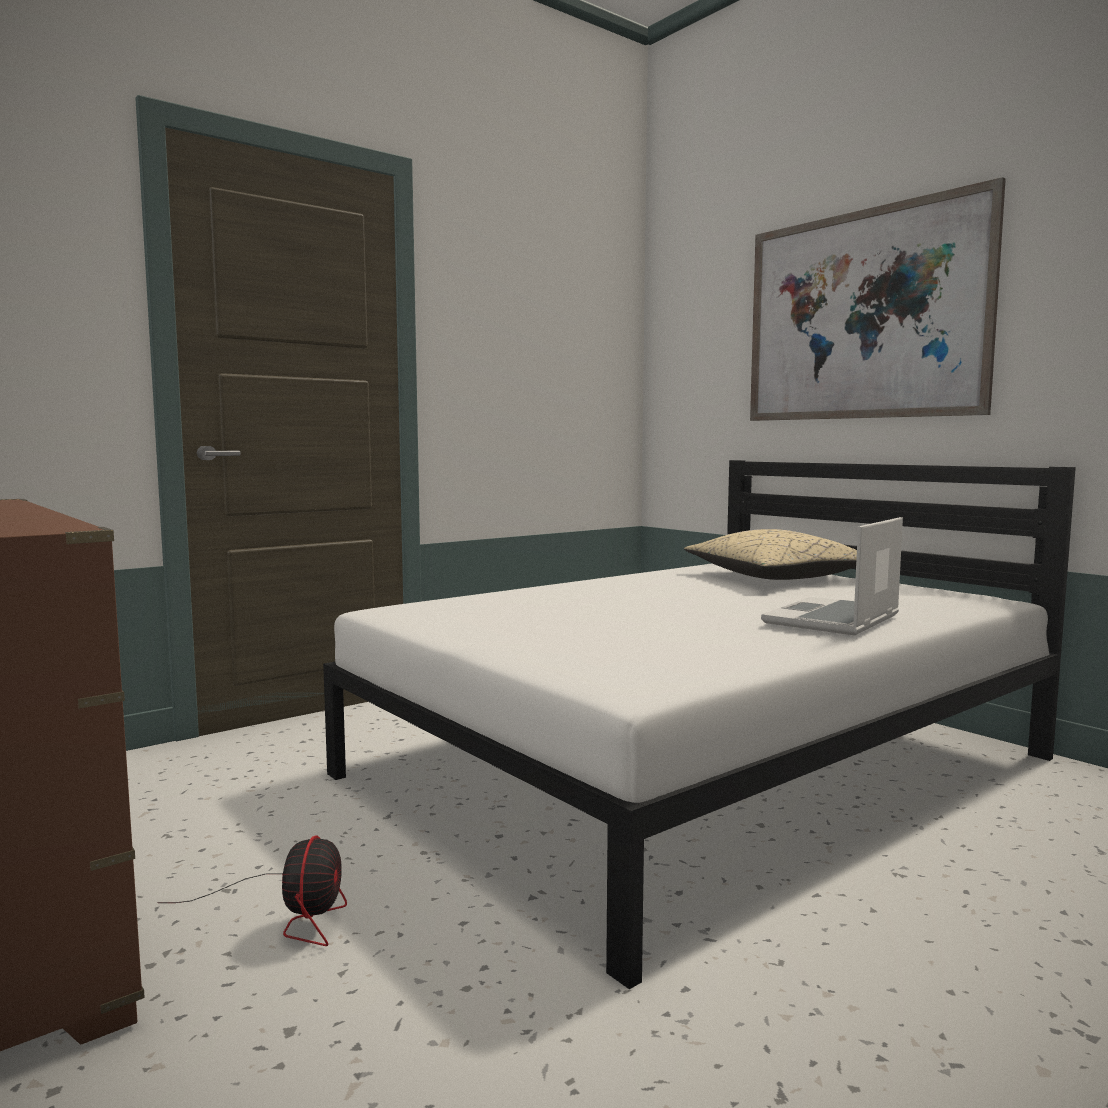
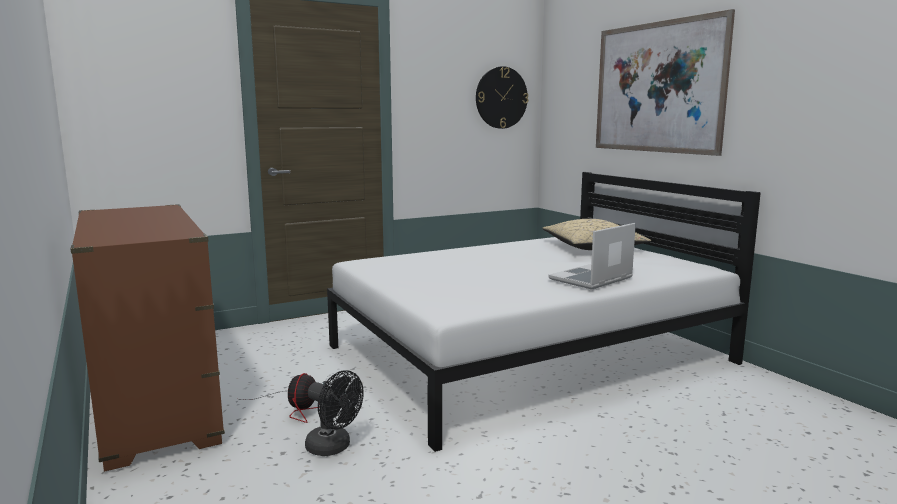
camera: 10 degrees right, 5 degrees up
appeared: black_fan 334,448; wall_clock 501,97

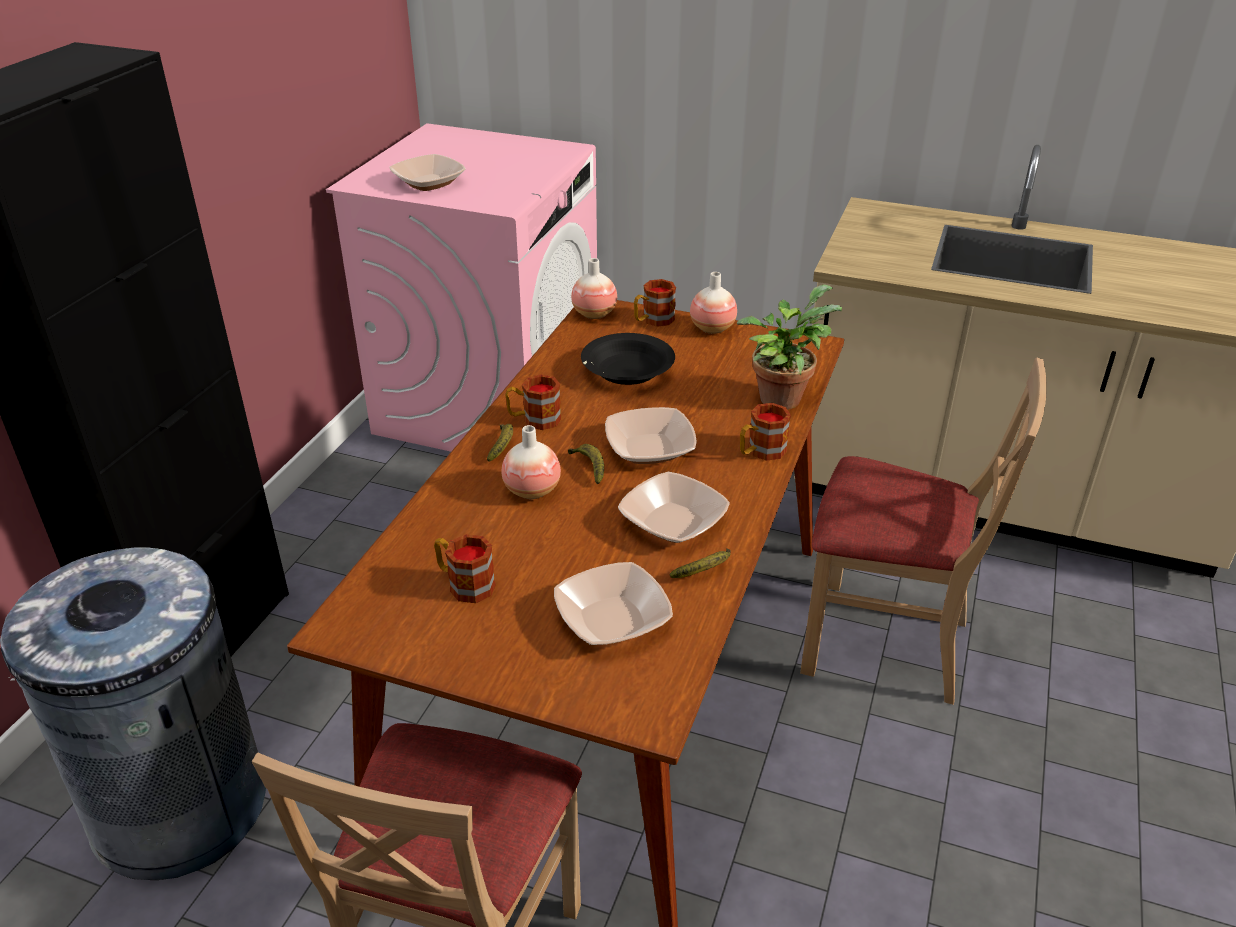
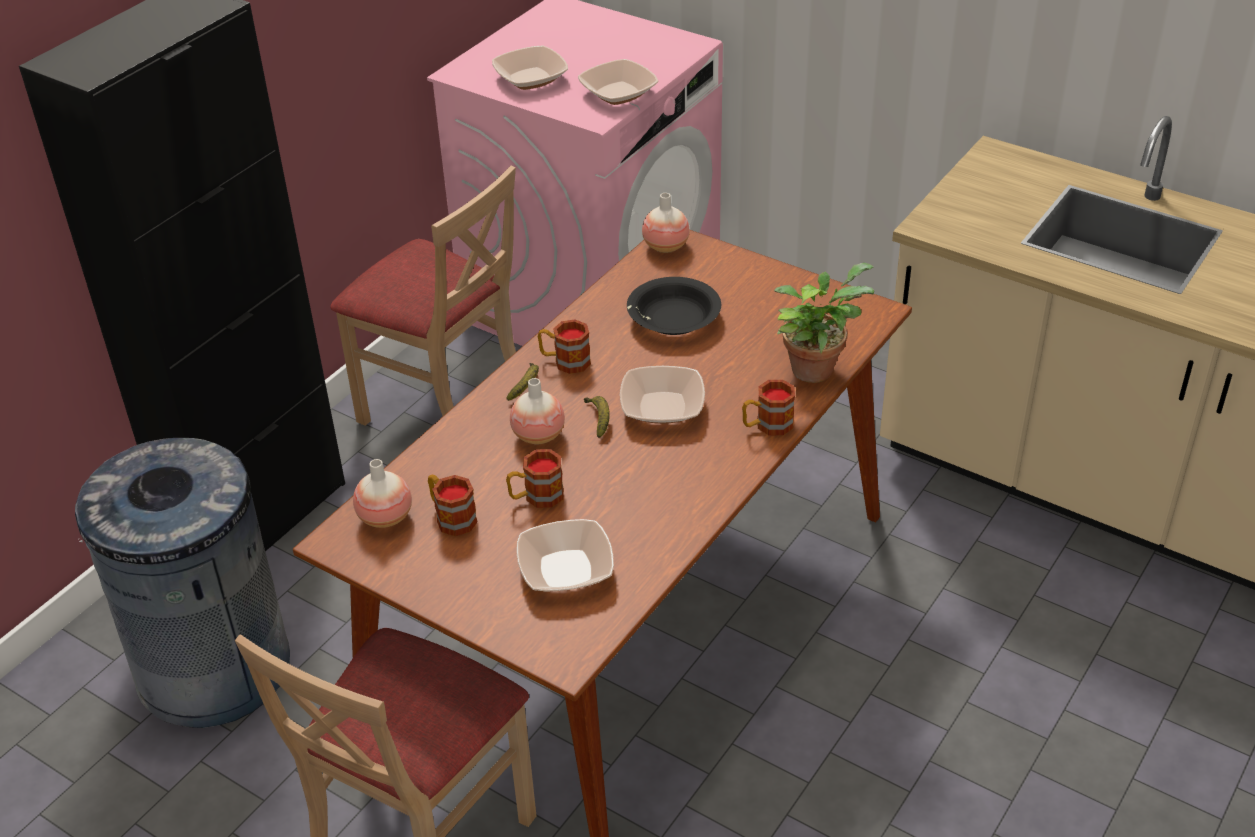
camera: 15 degrees right, 5 degrees up
missing: banana 705,571
relocated: bowl 673,522 to 618,93; coffee_mug 653,320 to 536,497; flower_vase 712,328 to 385,517; beige_plain_chair 885,643 to 444,409

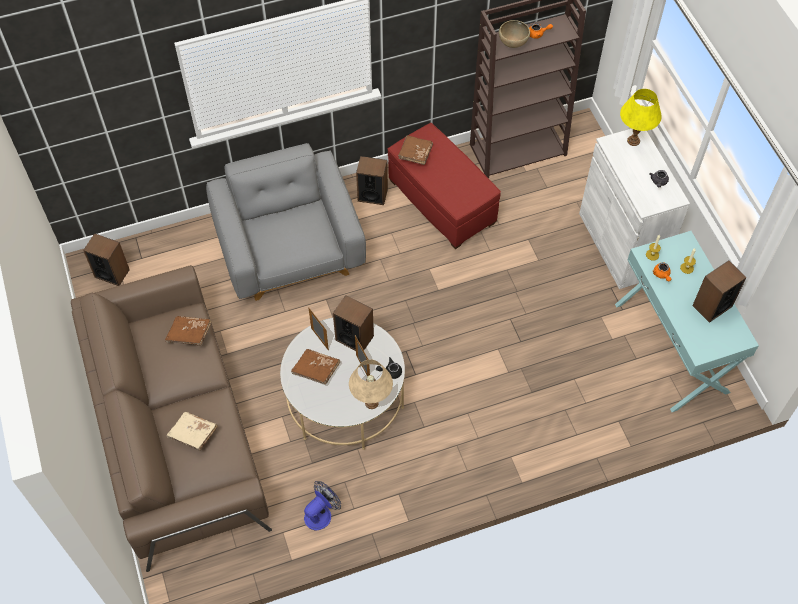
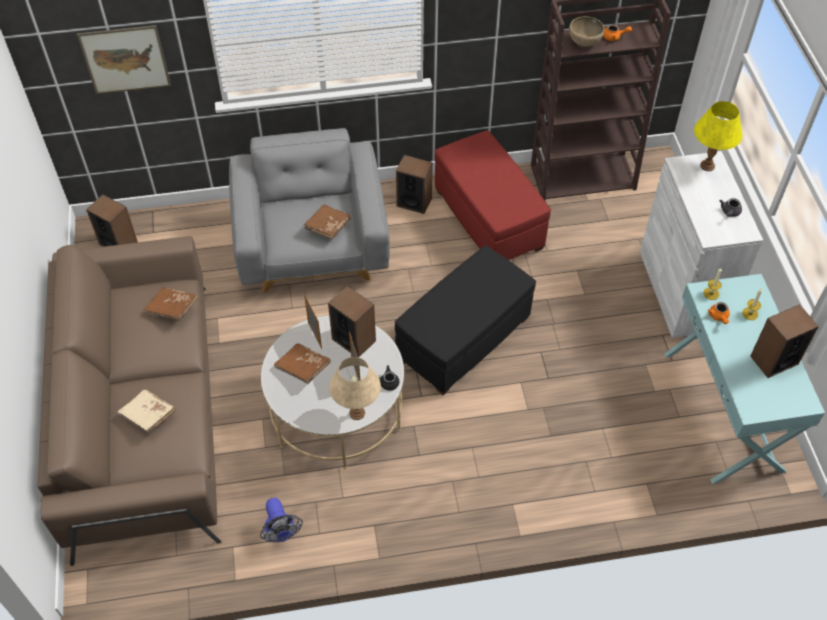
camera: 10 degrees right, 5 degrees down
appeared: wall_art 125,59; black_pouffe 463,338
relocated: brown_book 415,154 to 328,227
spun: fan 321,513 = 281,533 105 degrees clockwise

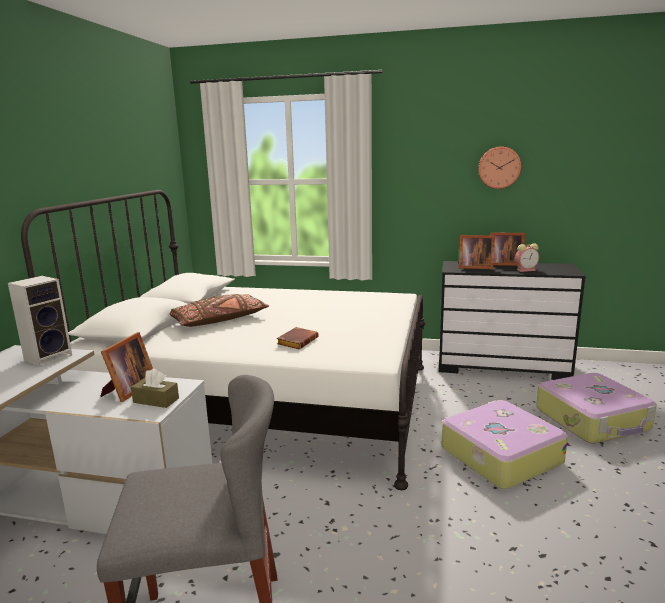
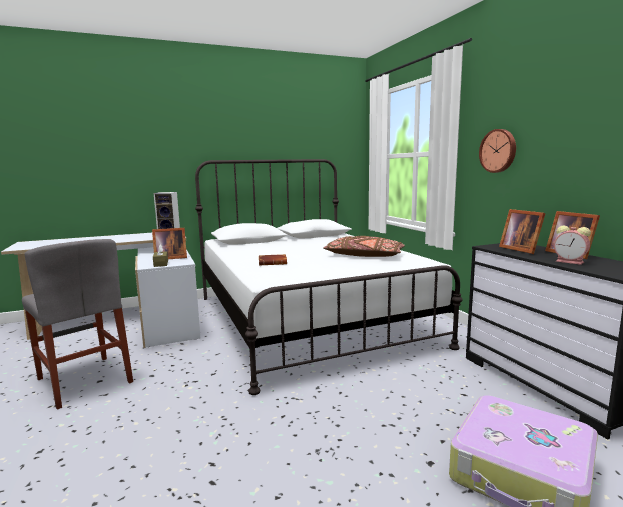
camera: 55 degrees right, 5 degrees down
missing: piece_of_luggage 499,455
relocated: brown_pillow 219,320 to 364,256; wall_clock 499,167 to 498,151

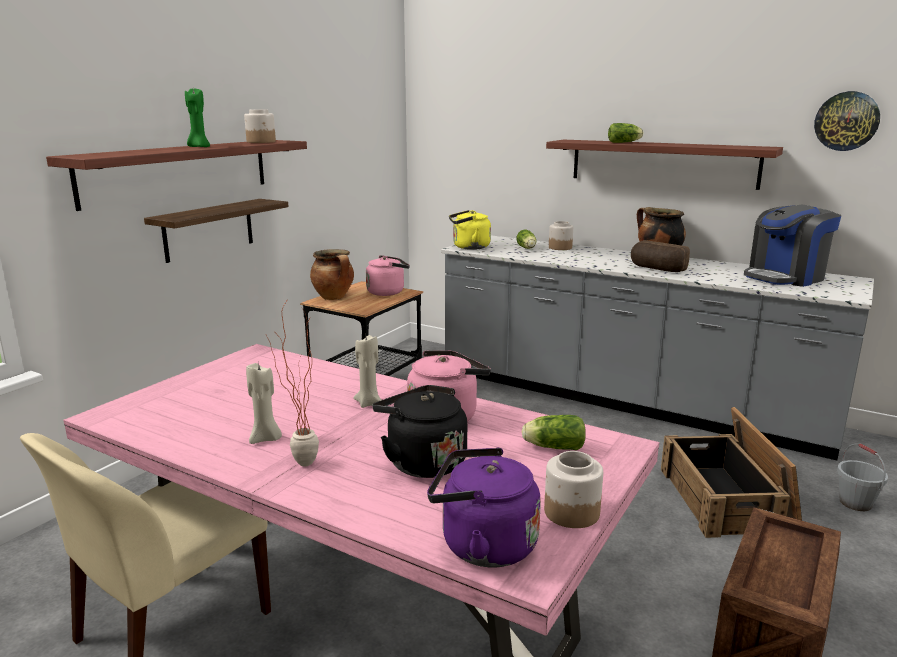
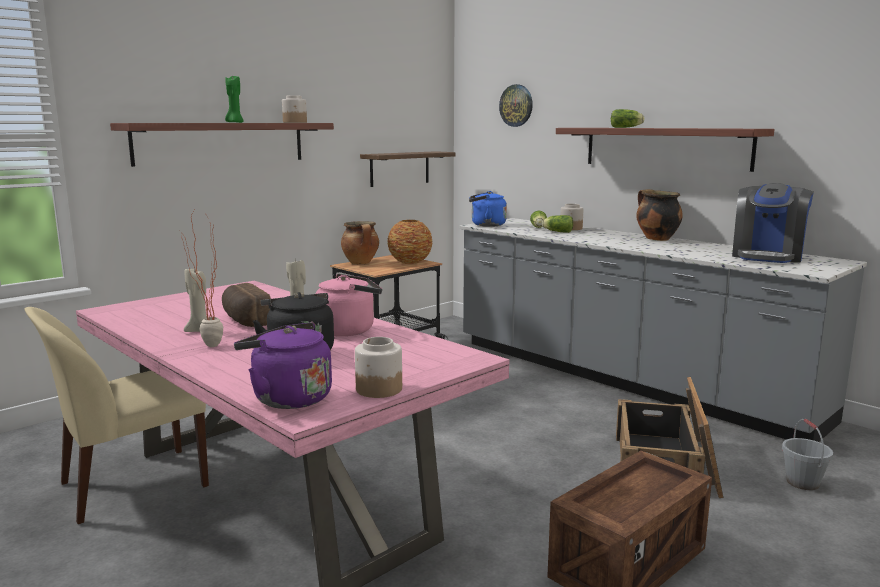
camera: 15 degrees right, 5 degrees down
relocated: shelf 209,230 to 400,168; head_of_lettuce 552,447 to 557,232; bakery_bread 657,269 to 244,320; wall_clock 846,121 to 516,105
exchanged: pink-coloured_tea_kettle 388,292 to flower_vase 410,262
colour: yellow_tea_kettle 469,247 to bluish_tea_kettle 486,225
spun: coffee_brewer 785,277 = 767,256 45 degrees counterclockwise

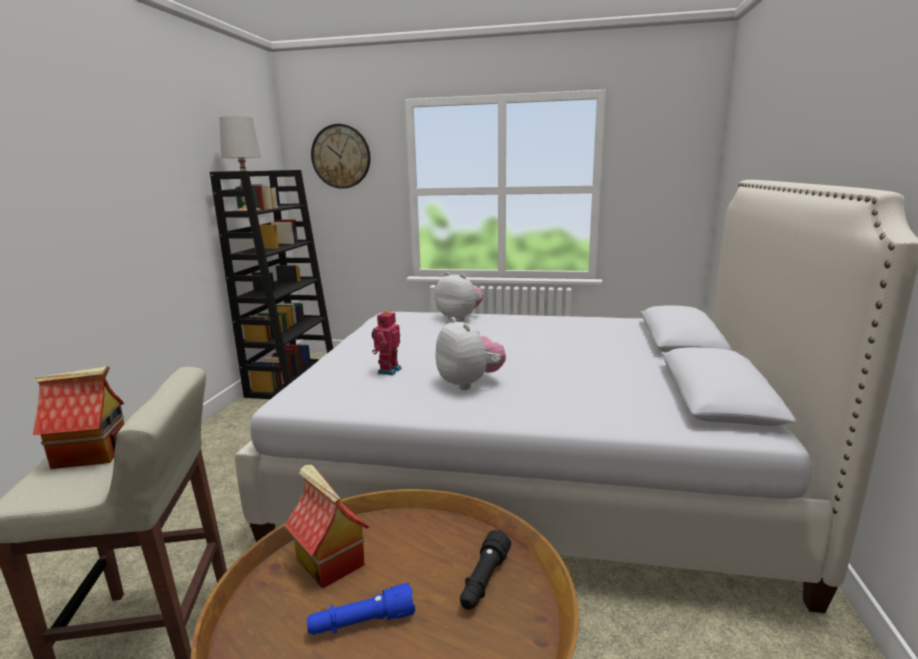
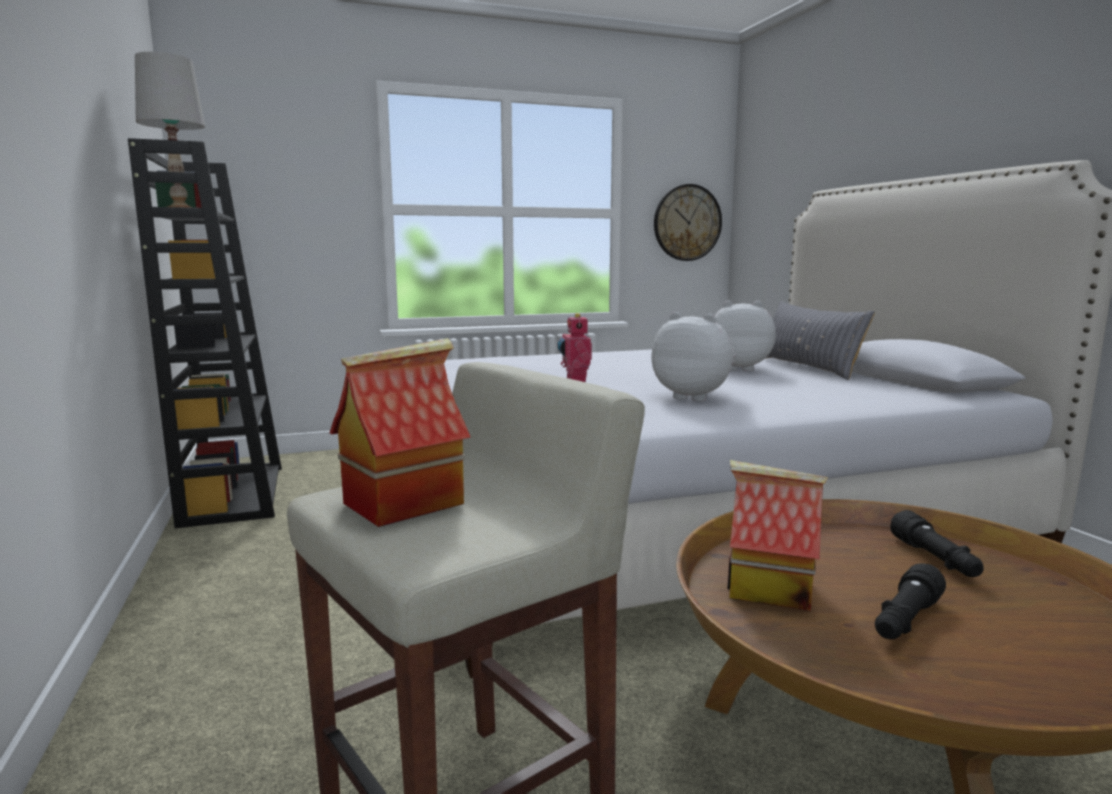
camera: 30 degrees left, 5 degrees down
appeared: gray_pillow 808,367
relocated: wall_clock 341,156 to 687,222; plush_toy 460,318 to 738,368
colour: bluish_hand_torch 362,623 to black_hand_torch 905,621

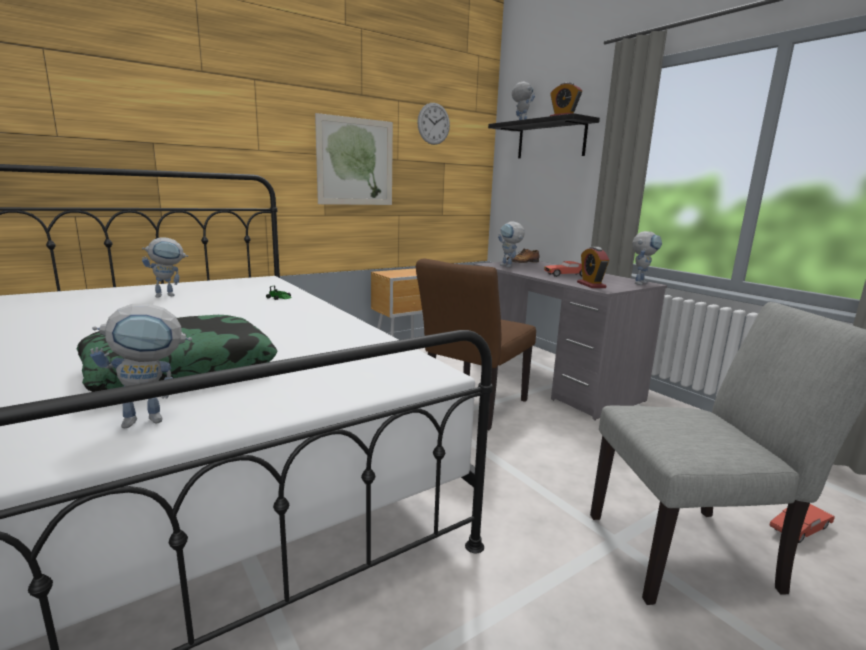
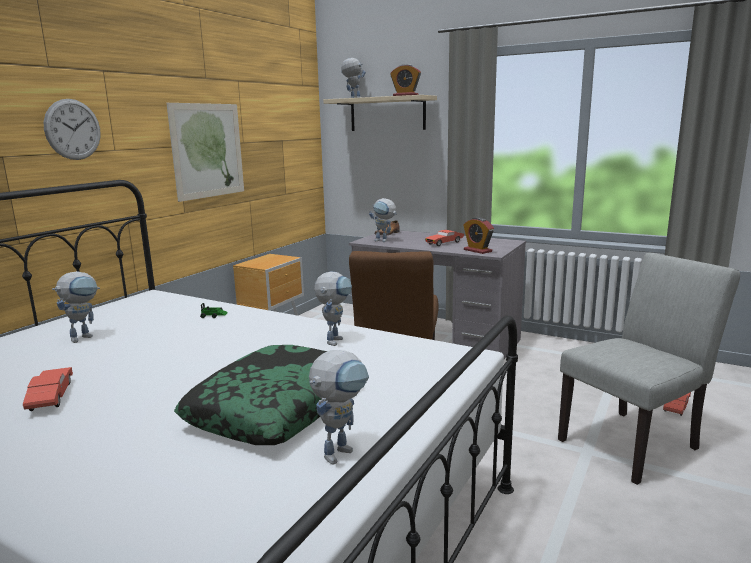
camera: 25 degrees left, 0 degrees up
appeared: red_toy_car 51,397
relocated: wall_clock 433,123 to 73,129; model_robot 640,283 to 335,339
colour: black_shelf 551,140 to beige_shelf 387,114

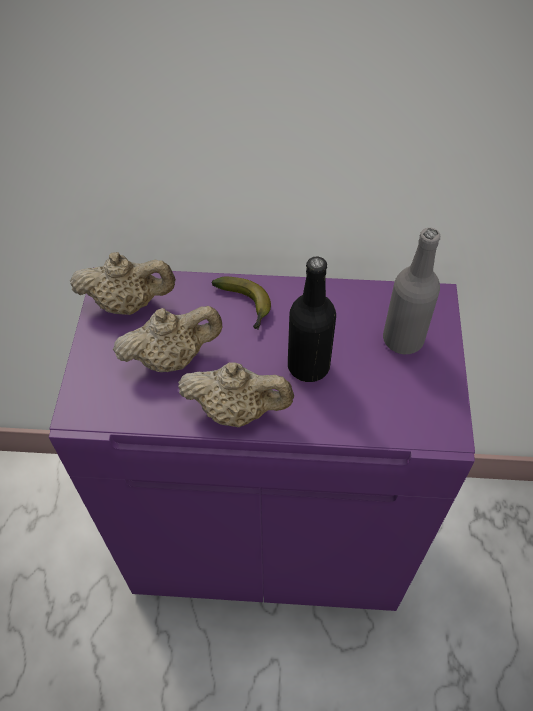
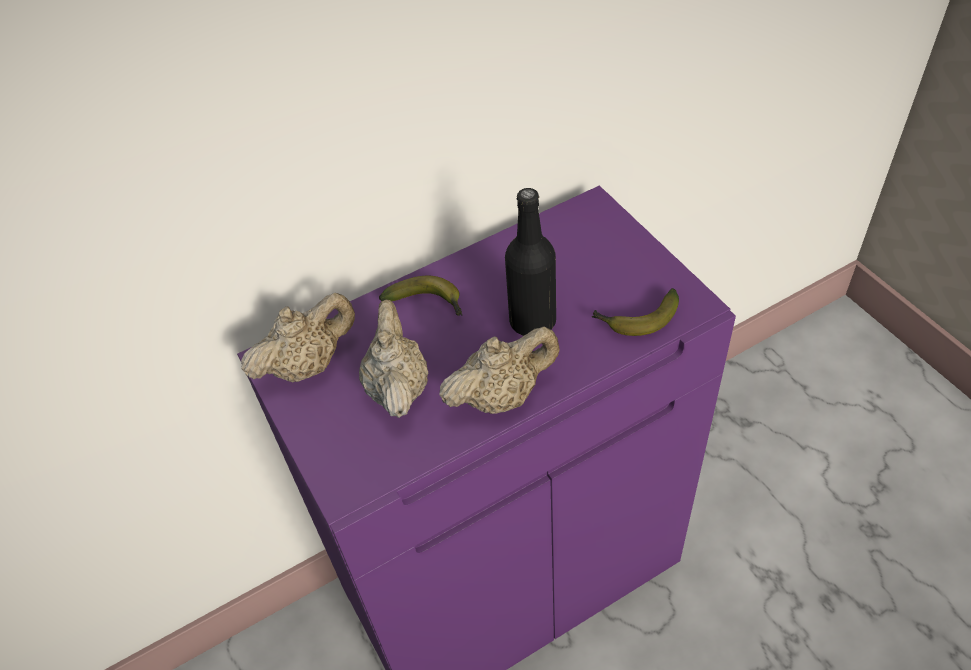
camera: 30 degrees left, 5 degrees down
missing: gray_beverage_bottle 403,339
appeared: banana 636,320
spun: beige_teapot 172,358 = 397,387 45 degrees counterclockwise

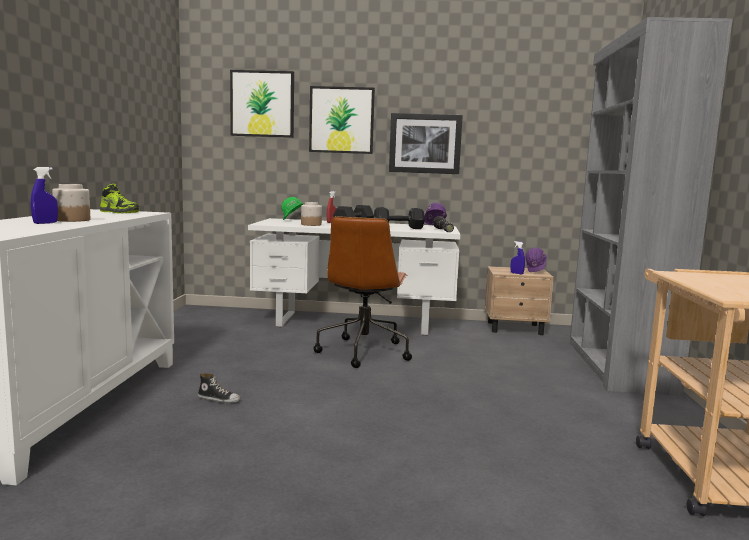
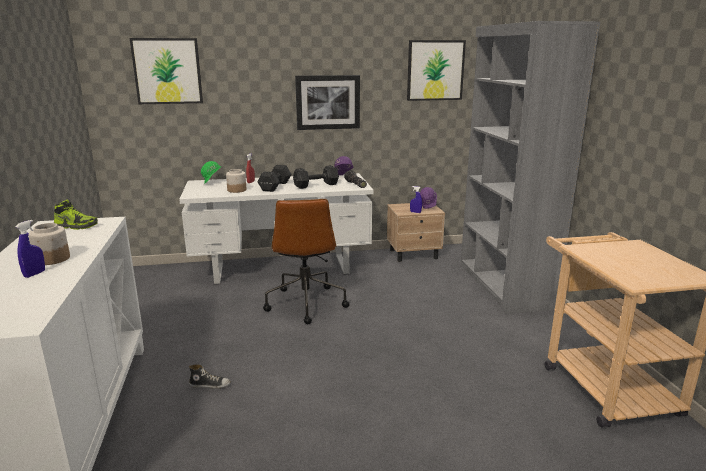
camera: 15 degrees left, 10 degrees up
relocated: wall_art 341,120 to 435,70

